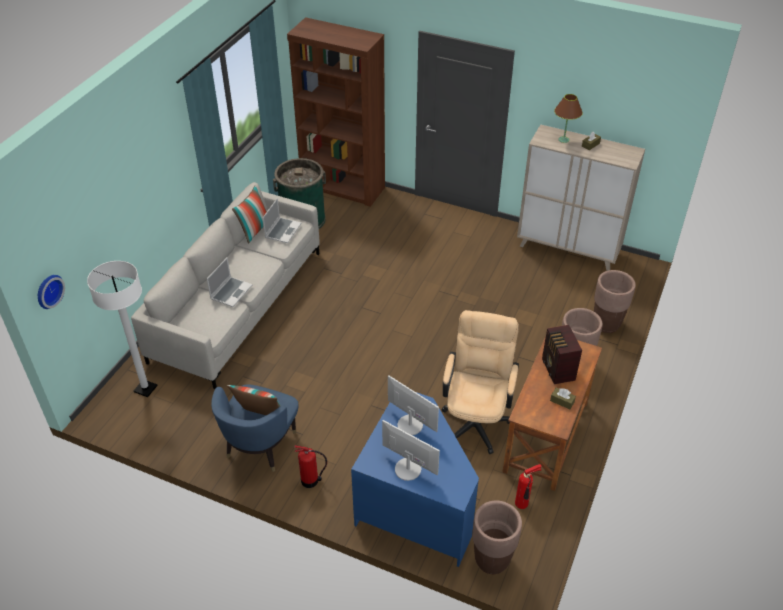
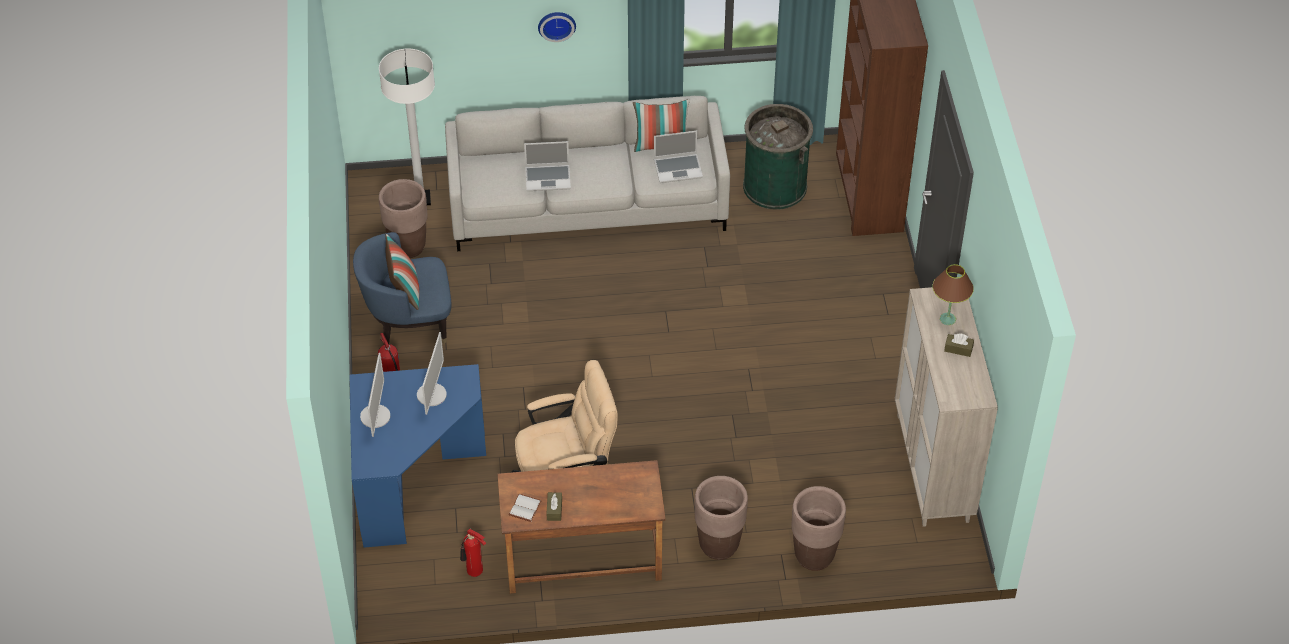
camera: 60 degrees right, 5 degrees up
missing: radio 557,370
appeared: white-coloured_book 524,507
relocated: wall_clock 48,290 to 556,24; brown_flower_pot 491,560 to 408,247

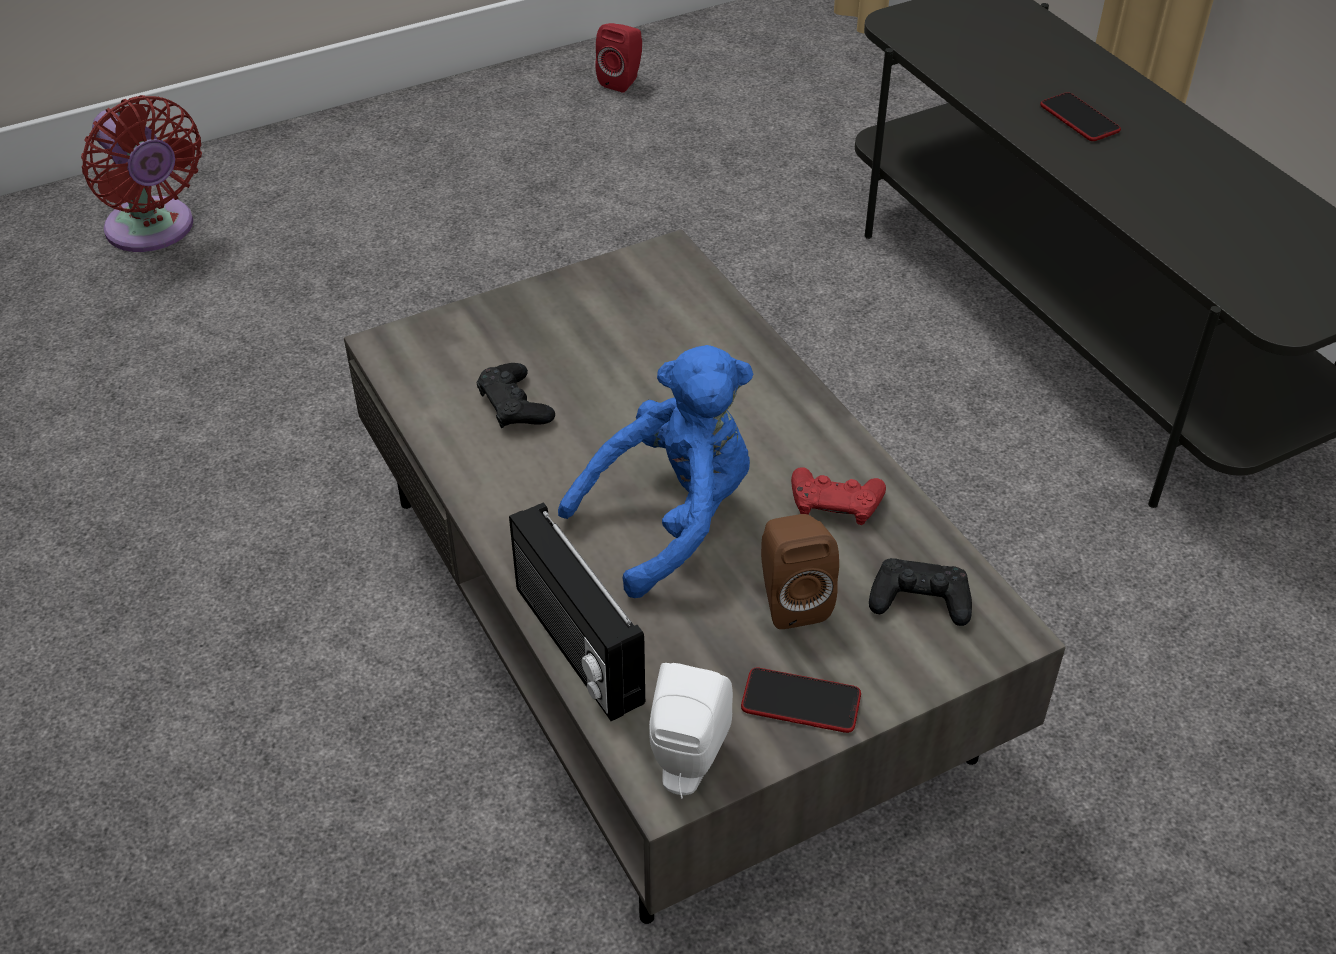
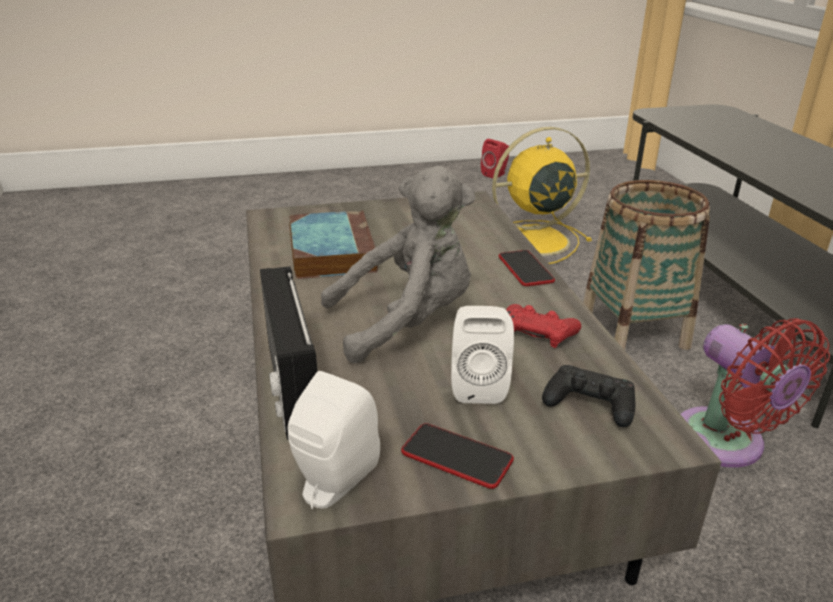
camera: 15 degrees right, 15 degrees down
appeared: yellow_fan 532,241; household_basket 633,331
relocated: red_fan 154,231 to 725,444; telephone 1079,118 to 525,269
exchanged: black_game_controller 515,405 to book 331,251
colour: bluish_plush_toy 672,518 to gray_plush_toy 406,322; brown_loudspeaker 791,600 to white-coloured_loudspeaker 478,385

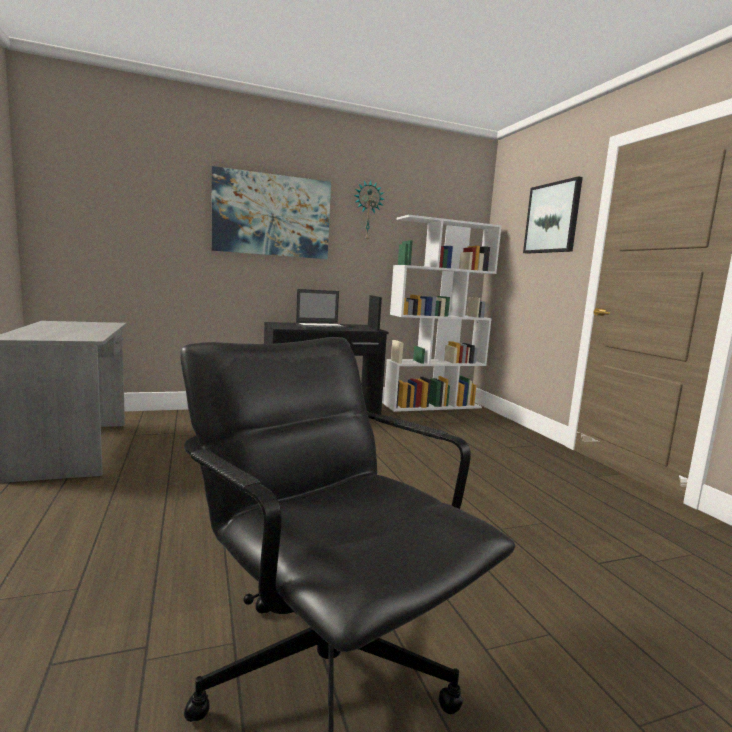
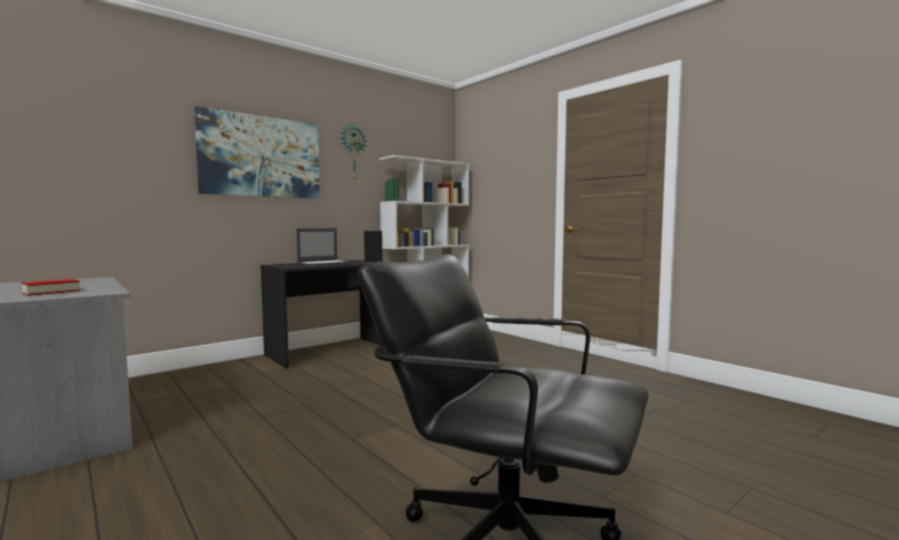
camera: 20 degrees left, 5 degrees down
missing: wall_art 552,218
appeared: book 51,292

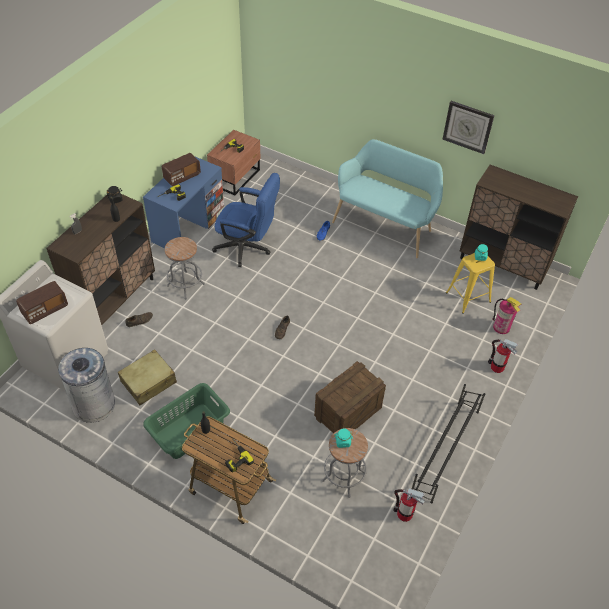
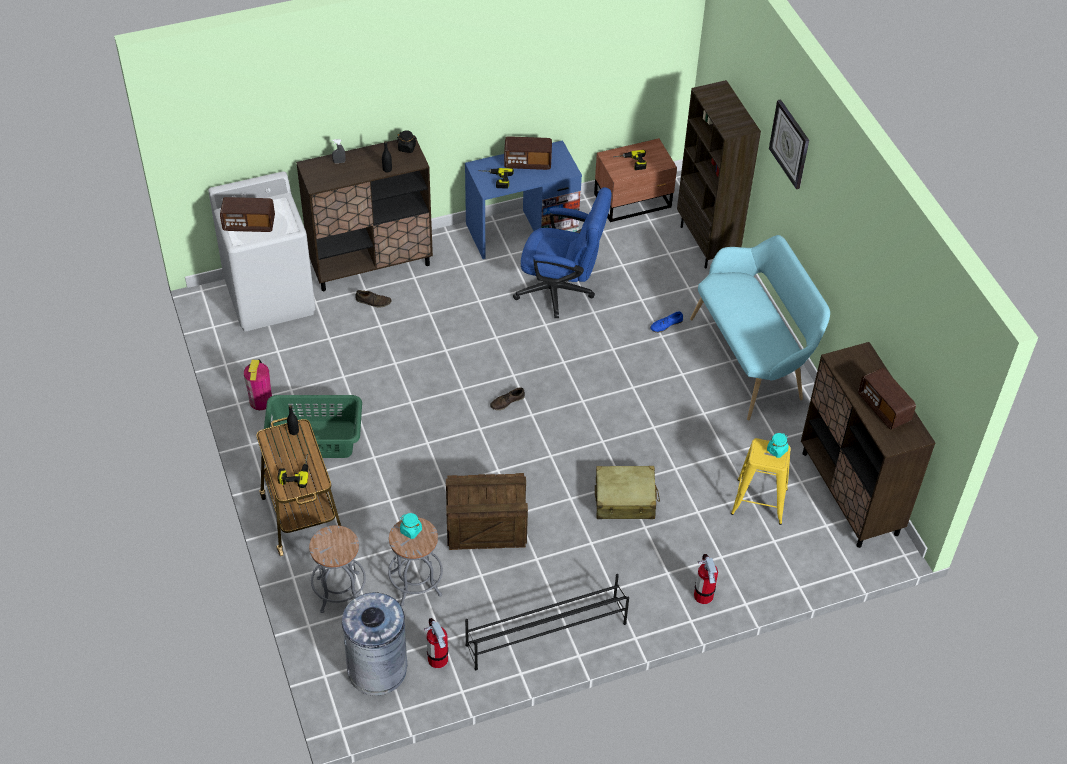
camera: 40 degrees right, 0 degrees up
appeared: brown_shelving_unit 707,244; radio 883,408
relocated: gray_rubbish_bin 94,404 to 377,669; beige_piece_of_luggage 149,382 to 625,500; gray_stool_seat 186,285 to 340,592; wall_clock 468,127 to 790,144; fire-fighting_cylinder 501,327 to 261,401
spun: bluish_computer_chair 247,248 = 561,291 45 degrees counterclockwise

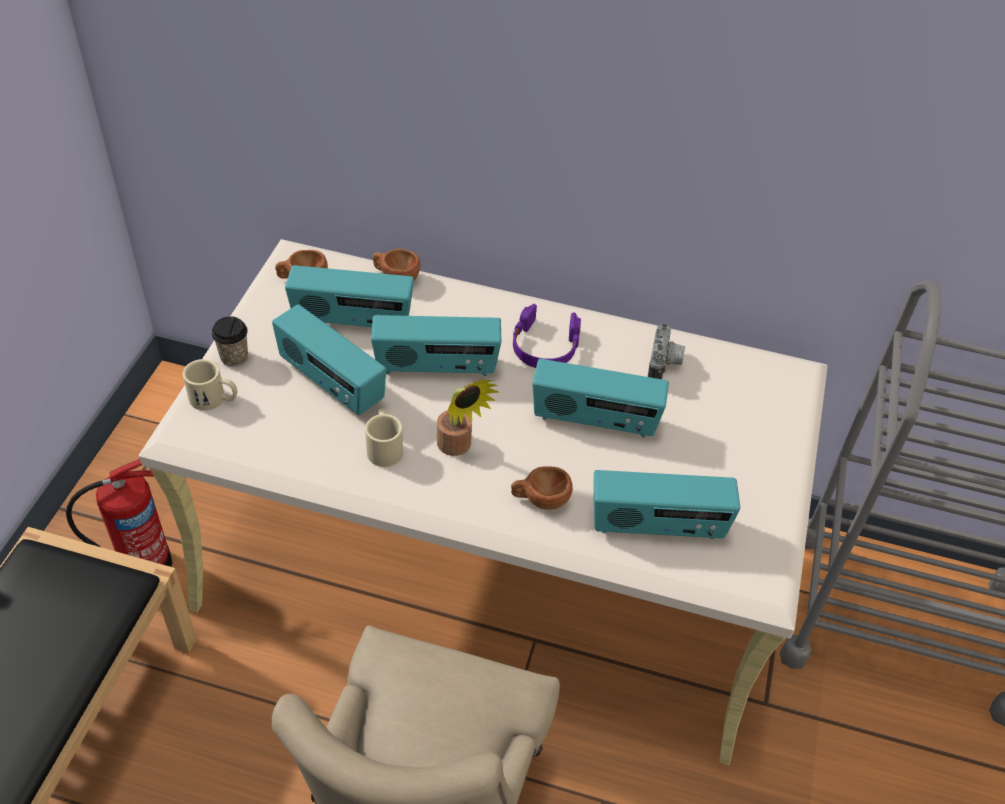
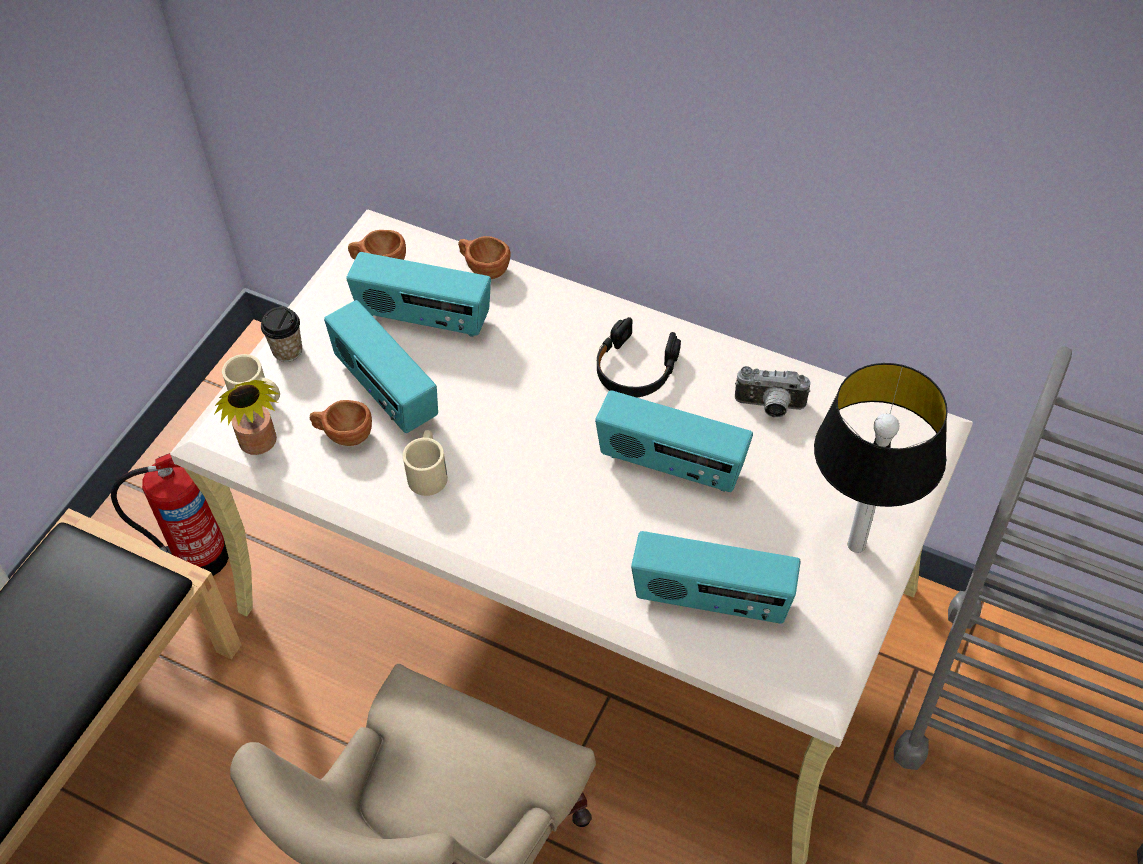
camera: 15 degrees right, 5 degrees up
missing: radio 436,368
appeared: tabletop_lamp 857,544
relocated: houseplant 458,447 to 260,446; brown_small_cup 540,500 to 343,435
colour: purplish_headphones 544,346 to black_headphones 635,369
spun: photo_camera 664,367 = 769,407 75 degrees clockwise

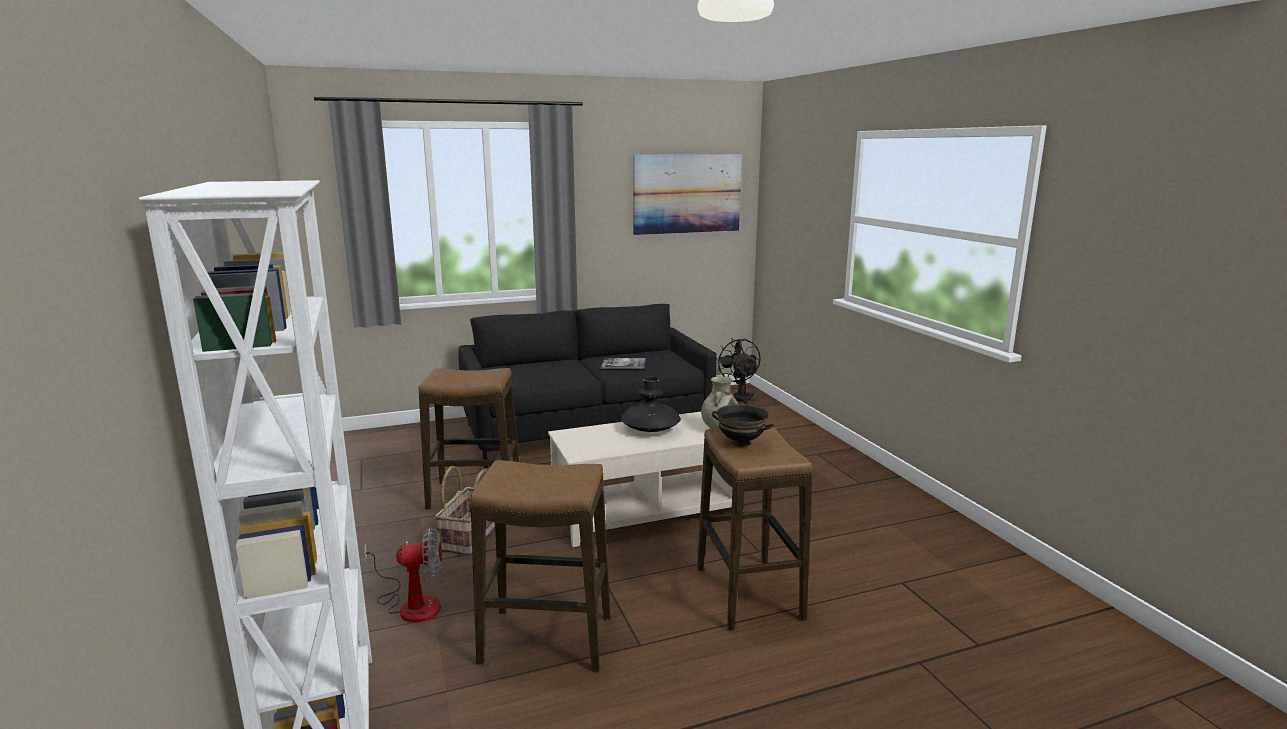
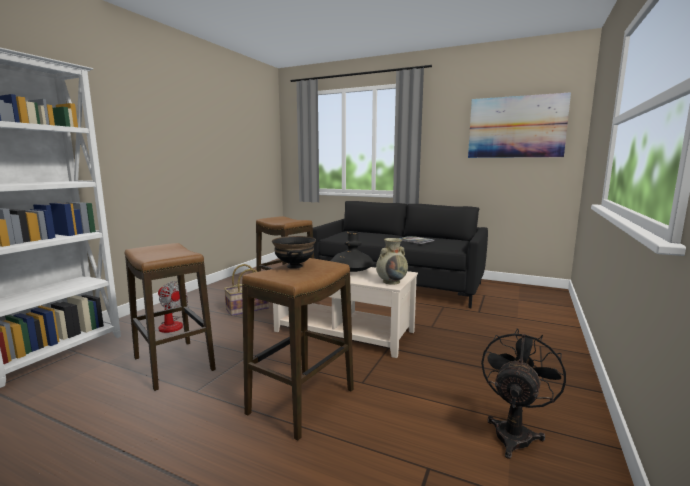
camera: 45 degrees right, 5 degrees down
relocated: black_fan 739,397 to 514,432

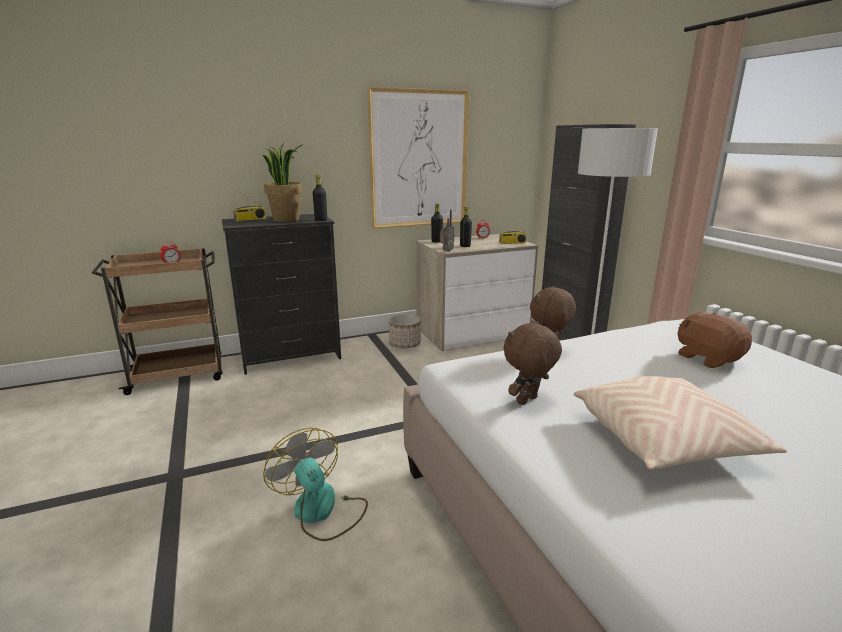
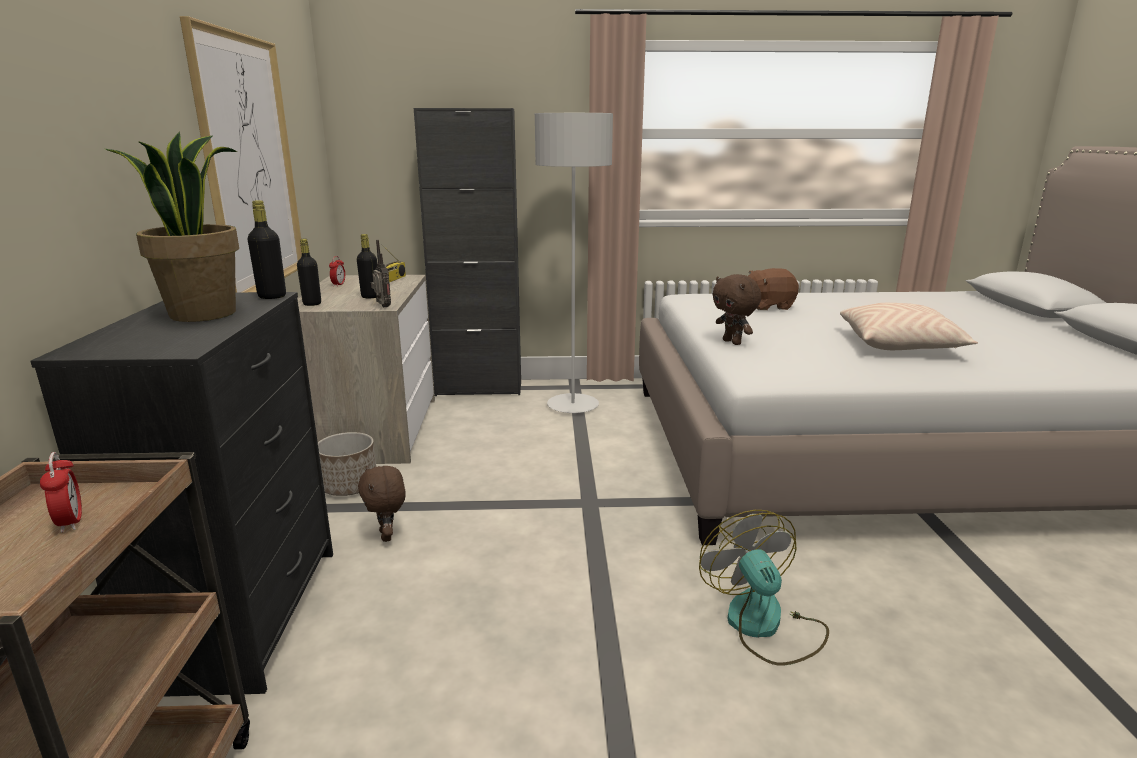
camera: 70 degrees left, 0 degrees up
missing: radio 250,219
relocated: brown_plush_toy 528,401 to 387,536
spun: fan 321,511 = 764,625 90 degrees clockwise

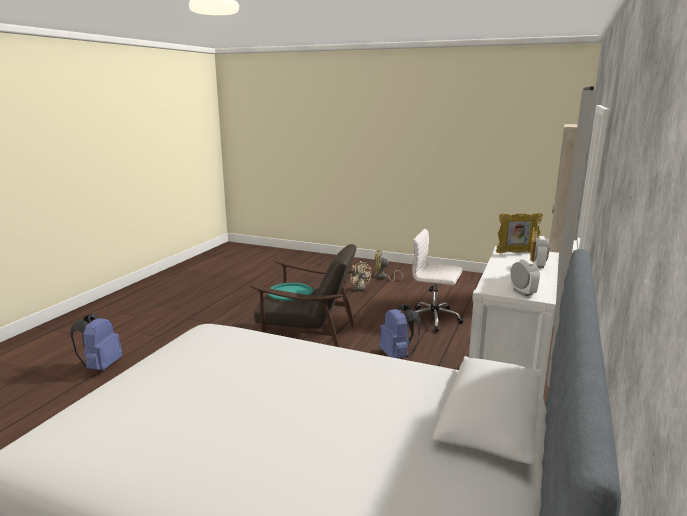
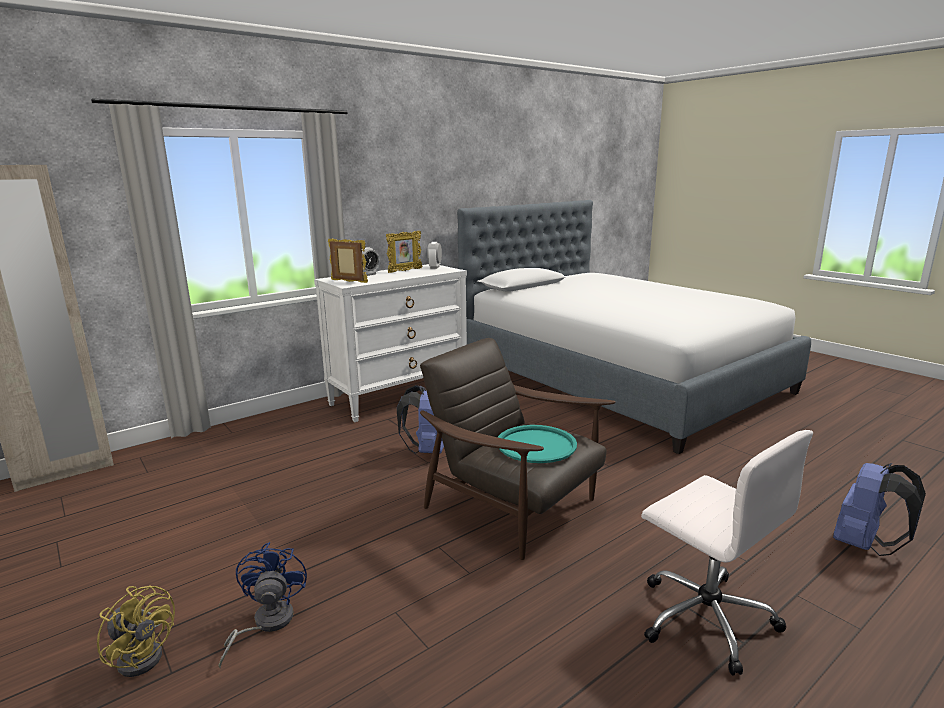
camera: 150 degrees left, 0 degrees up
relocated: white-coloured_computer_chair 435,319 to 704,617
colour: beige_fan 359,287 to bluish_fan 266,624

